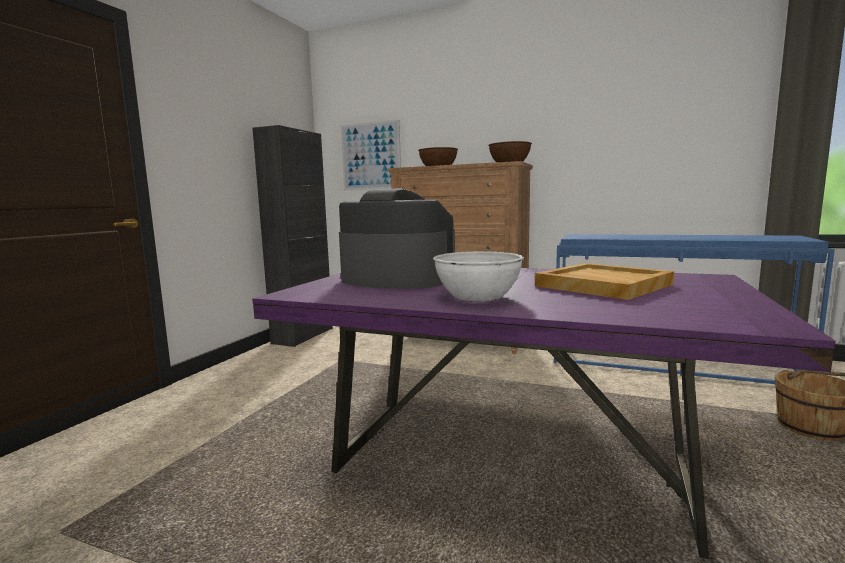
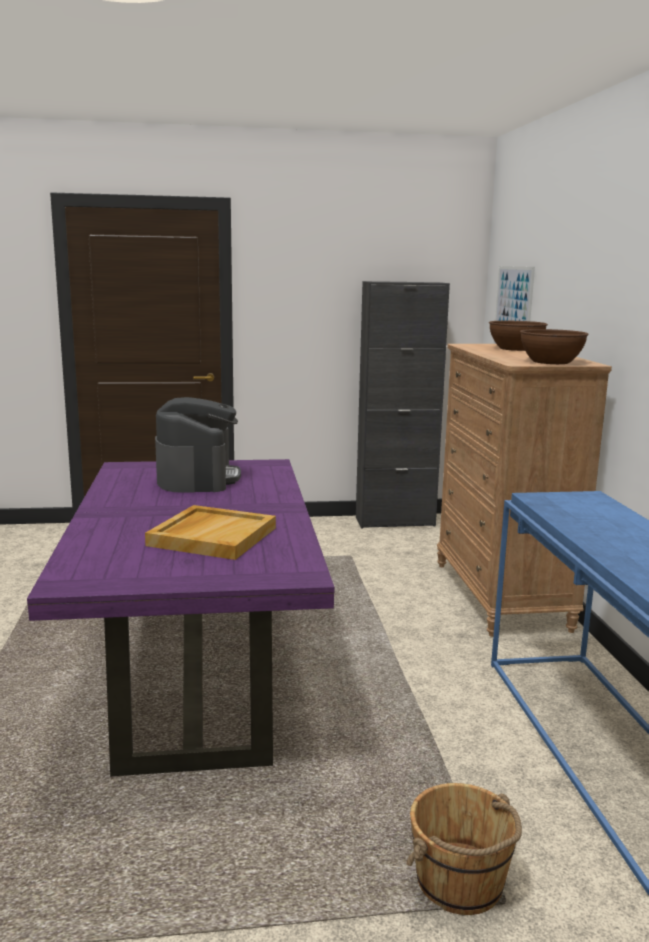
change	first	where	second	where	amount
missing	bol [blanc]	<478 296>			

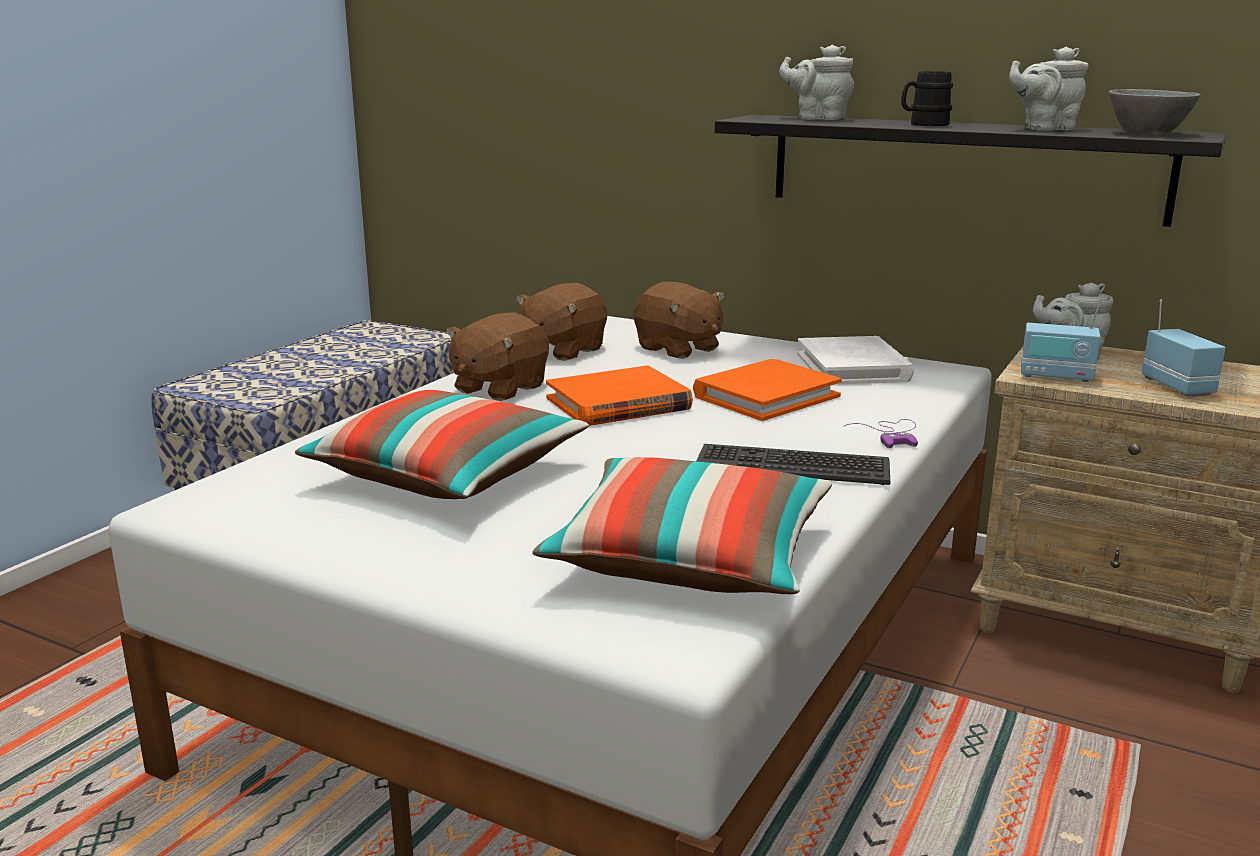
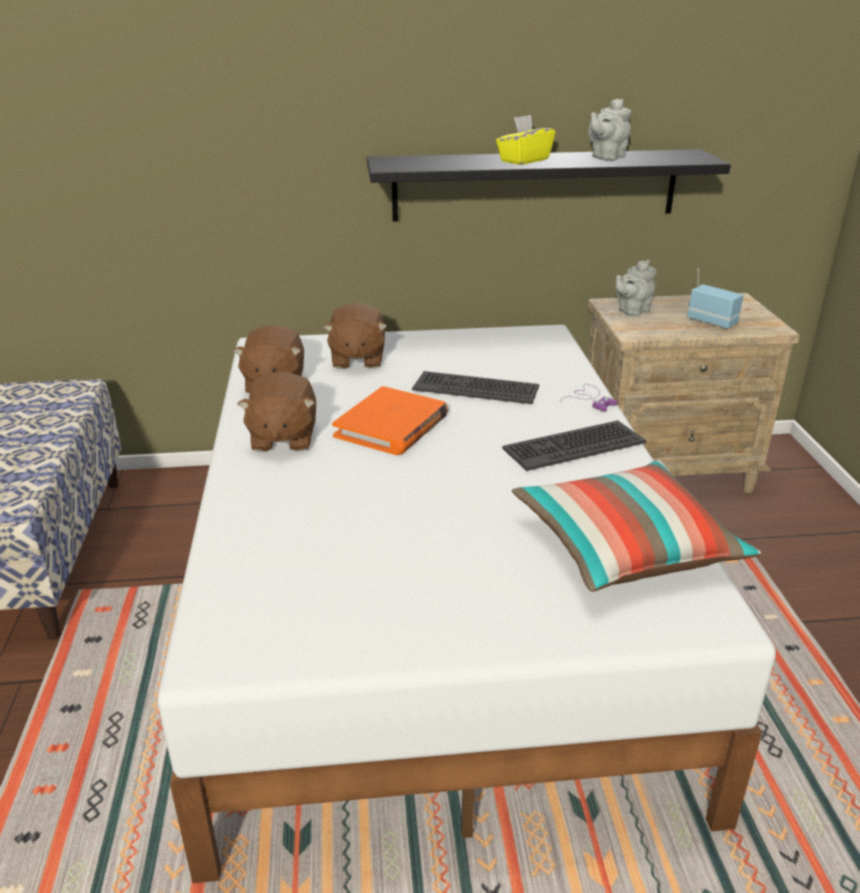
change	first	where	second	where	amount
missing	coussin	<447 476>			
missing	théière [gris]	<817 118>			
missing	livre [blanc]	<853 367>			
missing	radio	<1056 376>			
missing	bol [gris]	<1147 133>			
exchanged	livre [orange]	<766 396>	clavier	<476 388>	
exchanged	mug [noir]	<924 124>	boîte à mouchoirs [jaune]	<524 160>	
spun	peluche [marron]	<678 349>		<357 359>	75 degrees clockwise

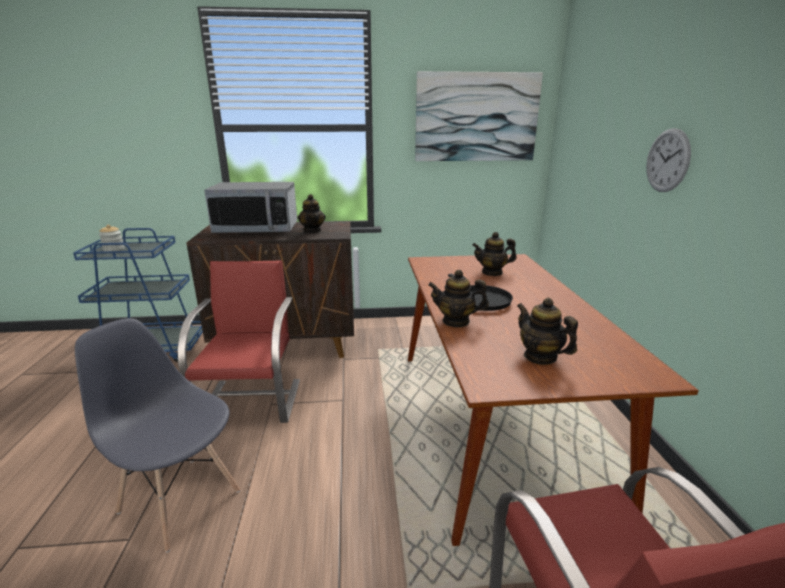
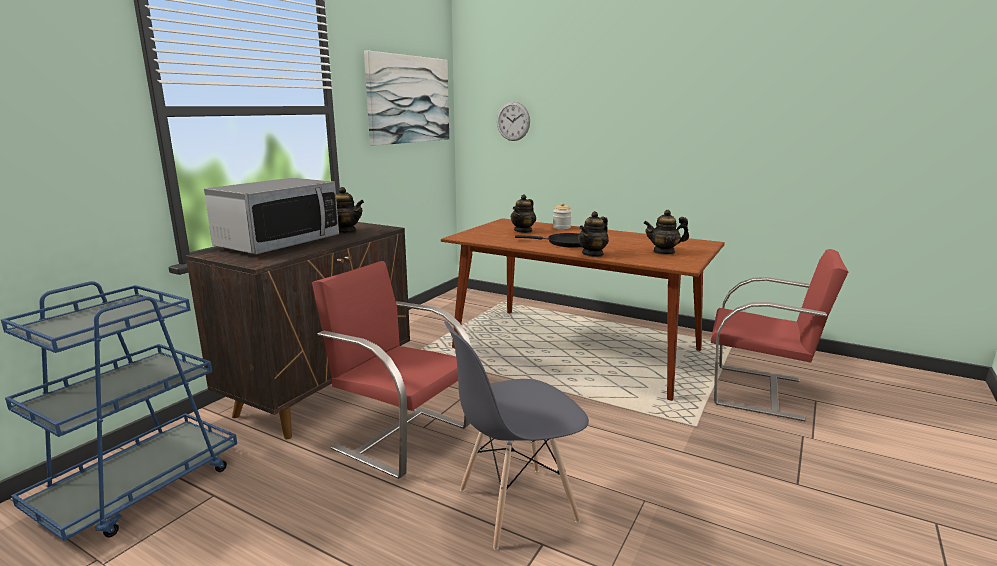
change	first	where	second	where	amount
relocated	bocal	<114 250>		<561 227>	
relocated	horloge murale	<667 160>		<513 121>	

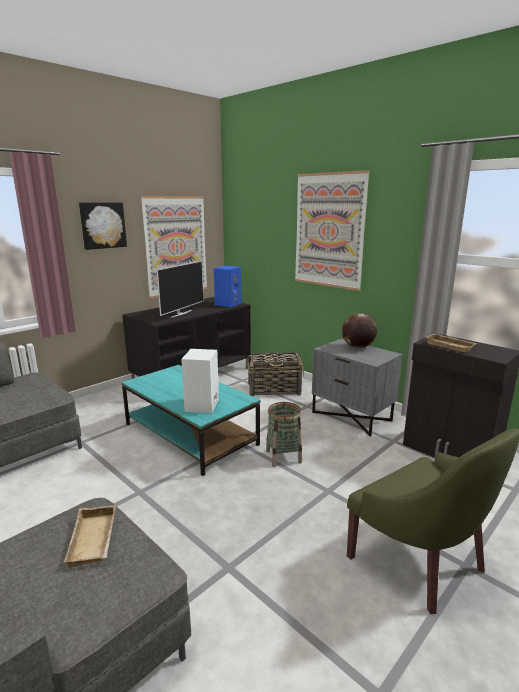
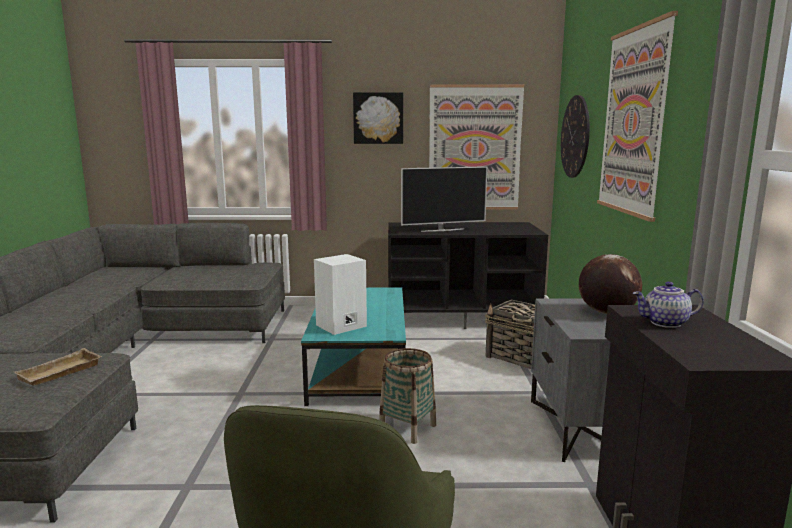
change	first	where	second	where	amount
missing	enceinte [bleu]	<228 304>			
appeared			horloge murale	<575 137>	
exchanged	plateau [beige]	<450 345>	théière	<665 323>	

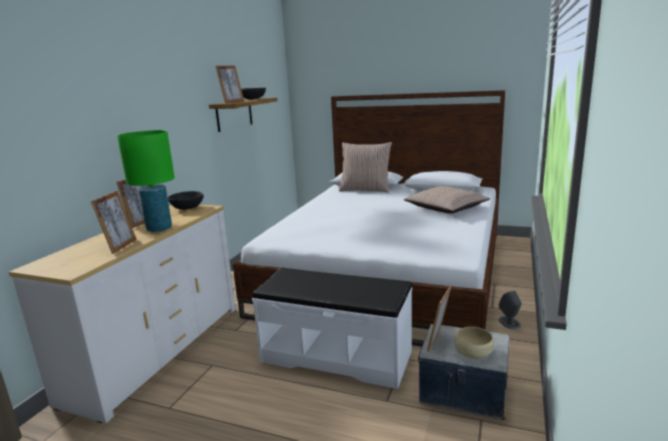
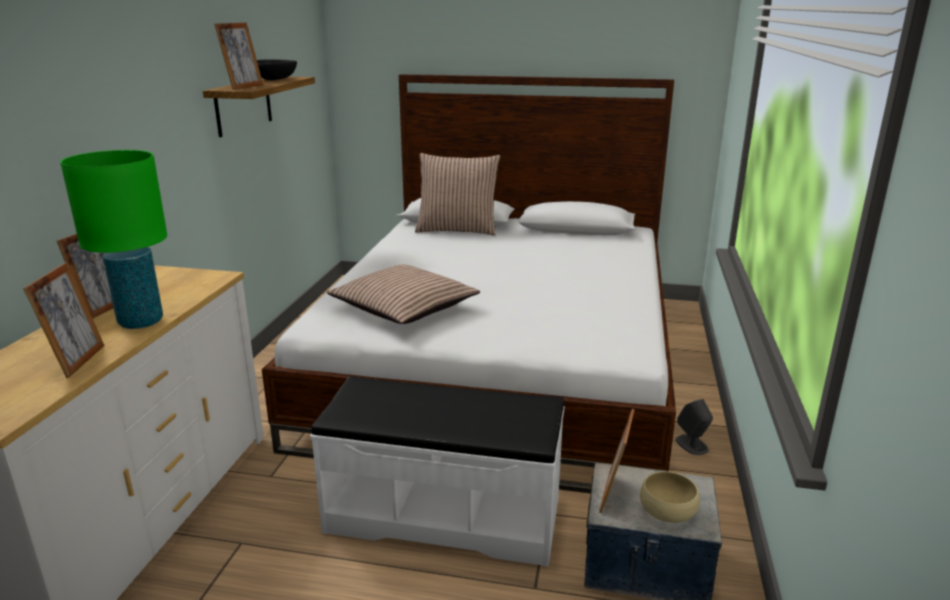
change	first	where	second	where	amount
missing	bol [noir]	<187 208>			
relocated	coussin	<446 208>		<404 308>	

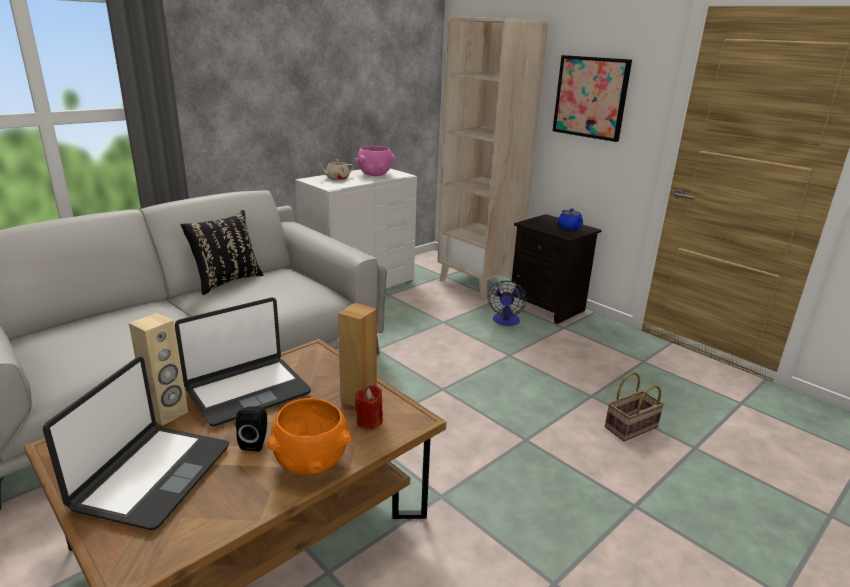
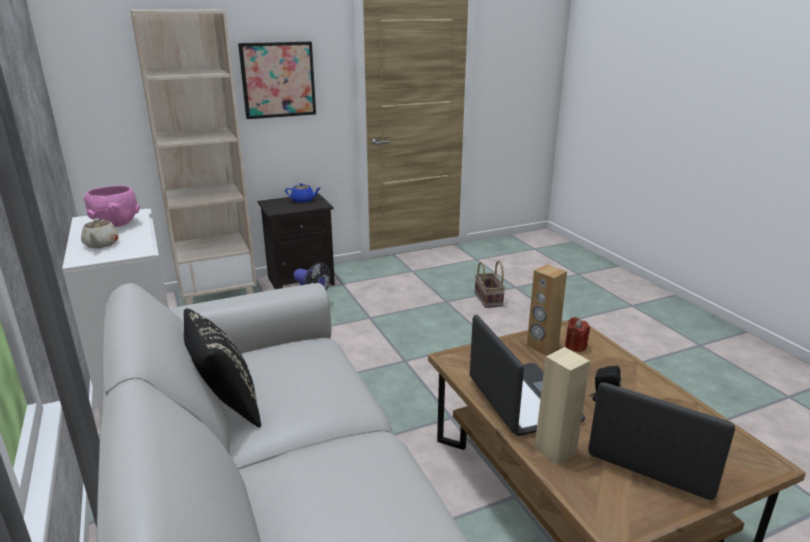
change	first	where	second	where	amount
missing	bol [orange]	<310 463>			

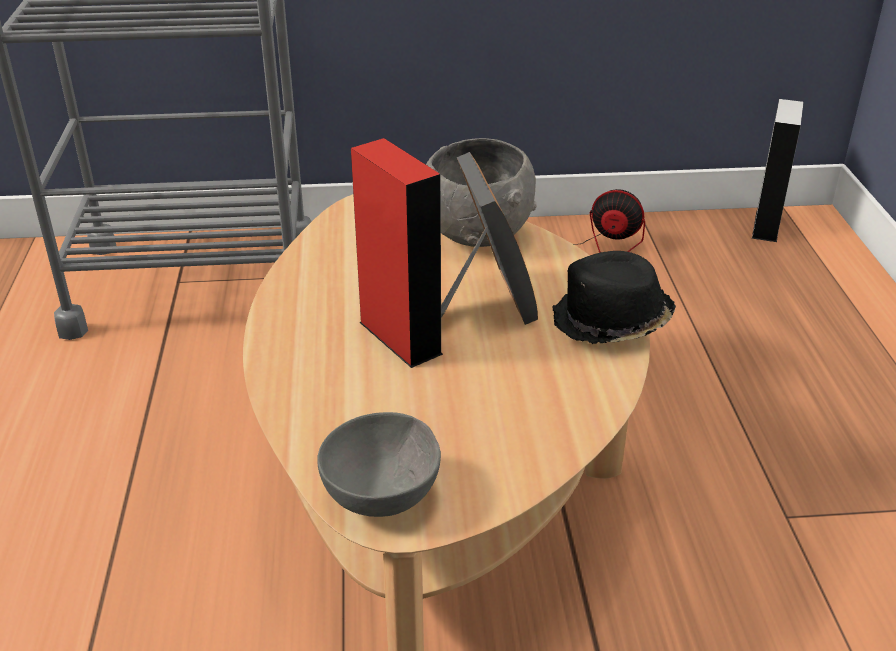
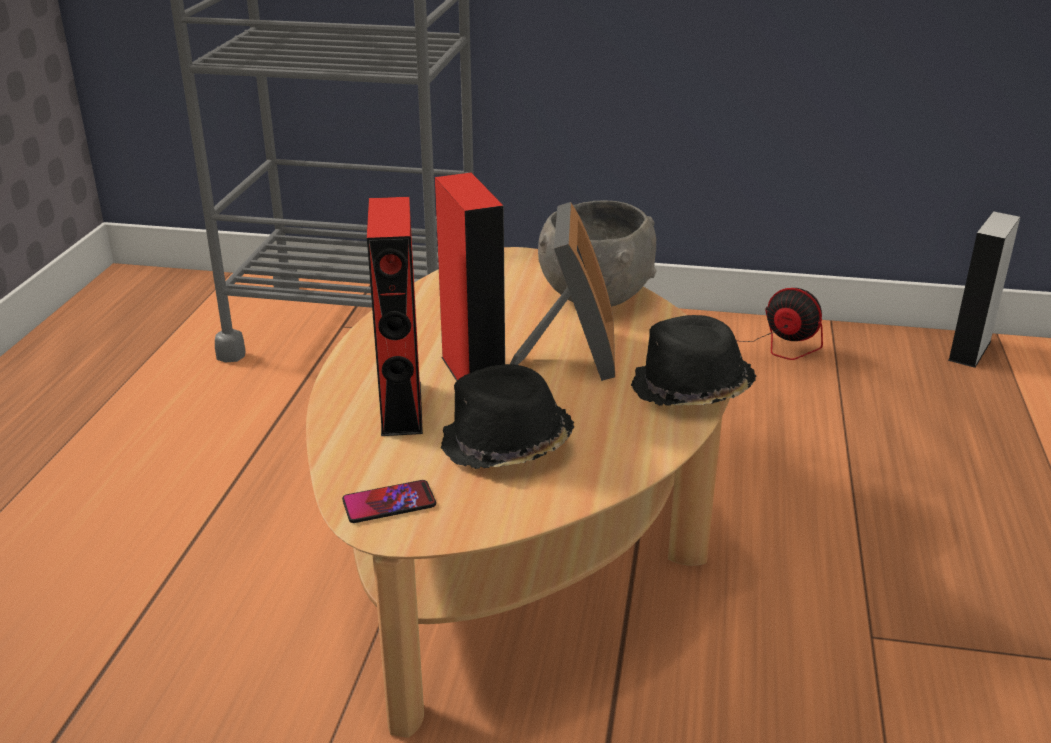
change	first	where	second	where	amount
appeared			enceinte [rouge]	<401 407>	
appeared			chapeau [noir]	<505 445>	
exchanged	bol [gris]	<384 493>	téléphone	<389 503>	

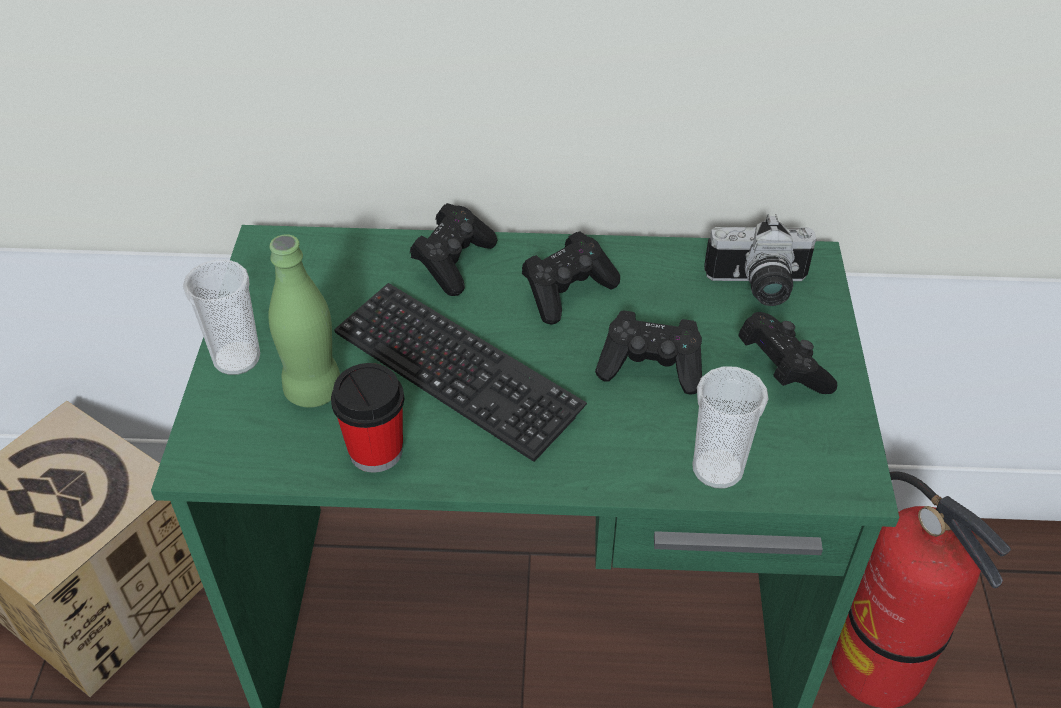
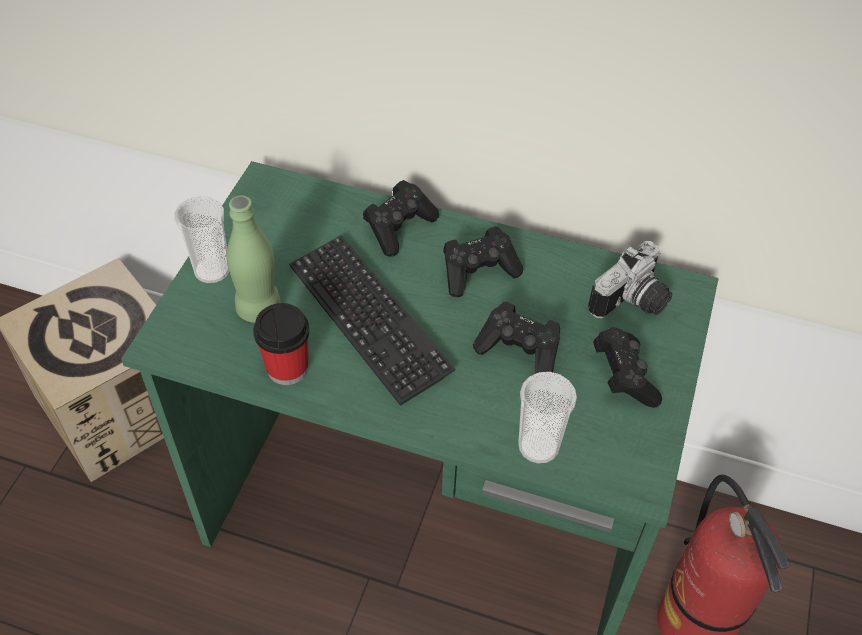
change	first	where	second	where	amount
spun	appareil photo	<758 287>		<633 303>	60 degrees counterclockwise

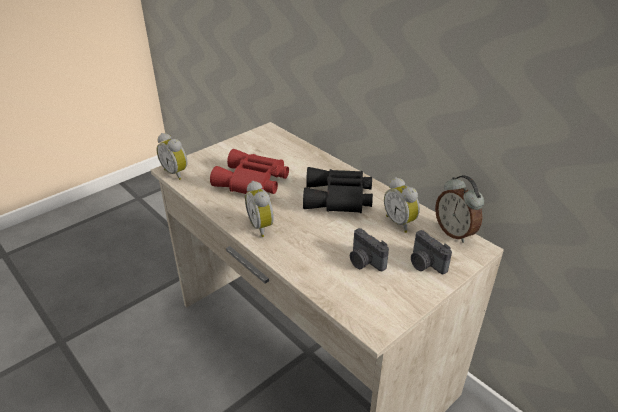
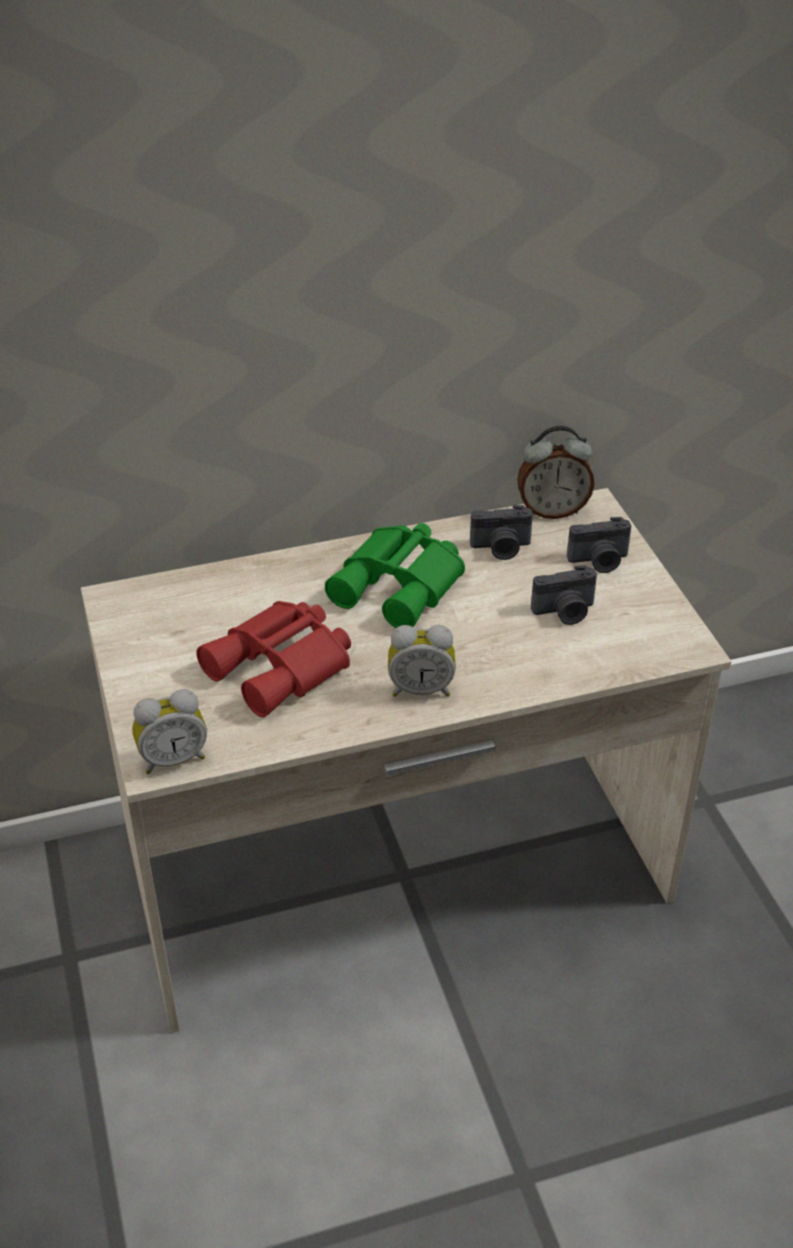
change	first	where	second	where	amount
exchanged	réveil	<400 222>	appareil photo	<501 548>	
colour	jumelles [noir]	<339 198>	jumelles [vert]	<401 585>	

